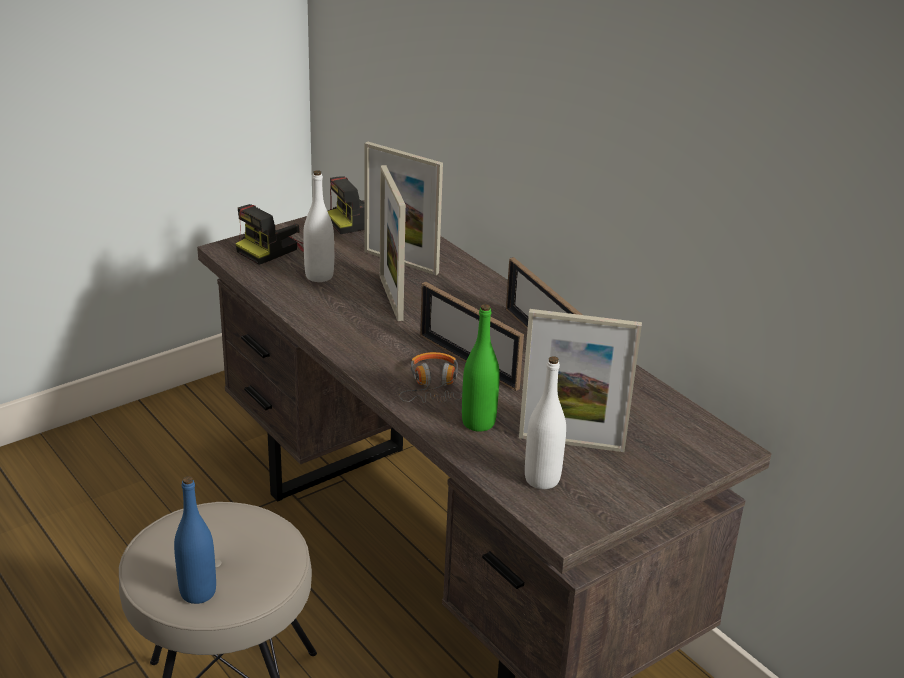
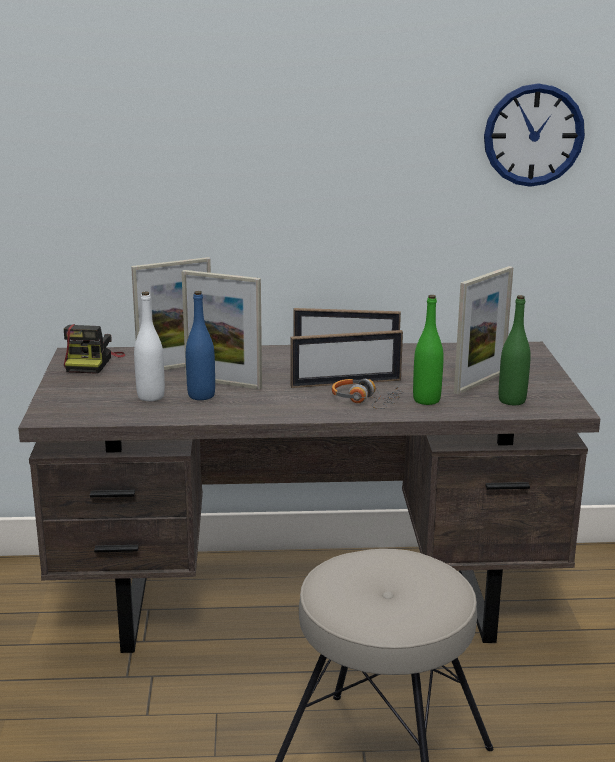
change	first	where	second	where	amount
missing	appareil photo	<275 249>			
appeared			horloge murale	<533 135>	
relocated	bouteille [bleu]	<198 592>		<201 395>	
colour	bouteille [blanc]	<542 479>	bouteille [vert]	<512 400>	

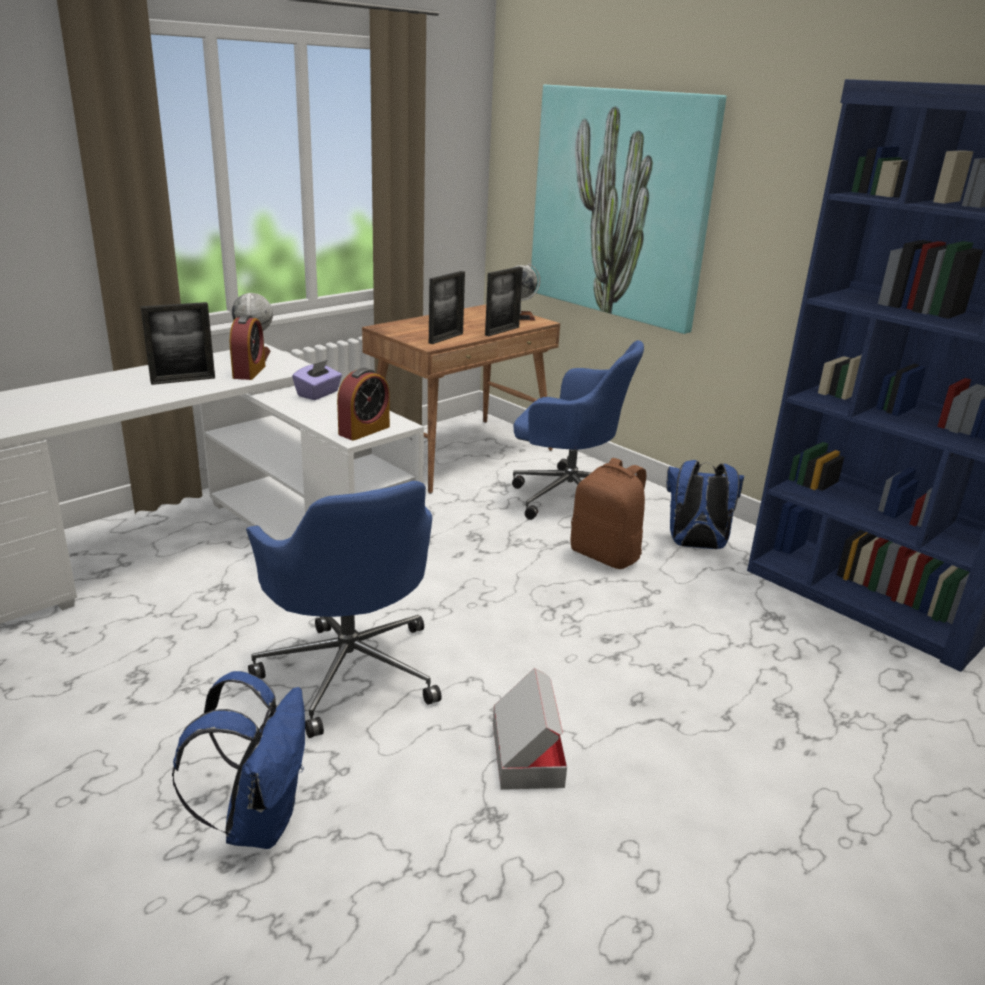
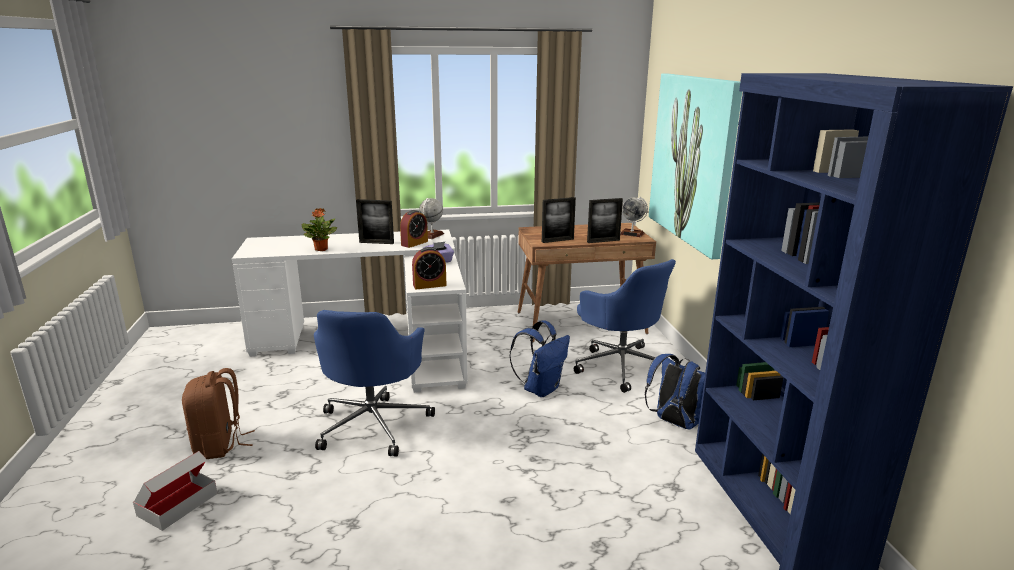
change	first	where	second	where	amount
appeared			plante en pot	<321 249>	
relocated	sac à dos [bleu]	<259 820>		<541 389>	
relocated	carton	<527 754>		<178 504>	
relocated	sac à dos [marron]	<606 555>		<220 445>	

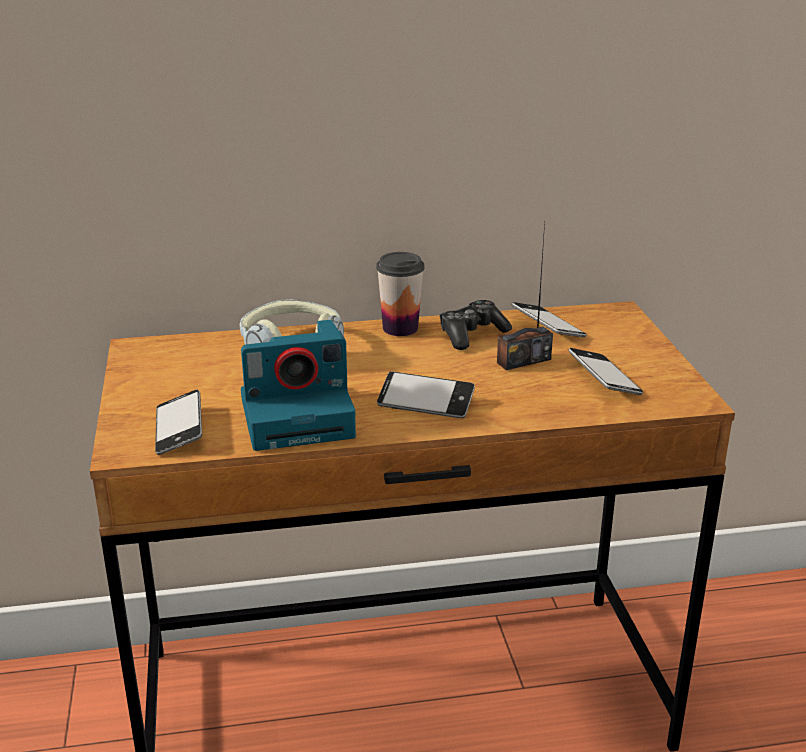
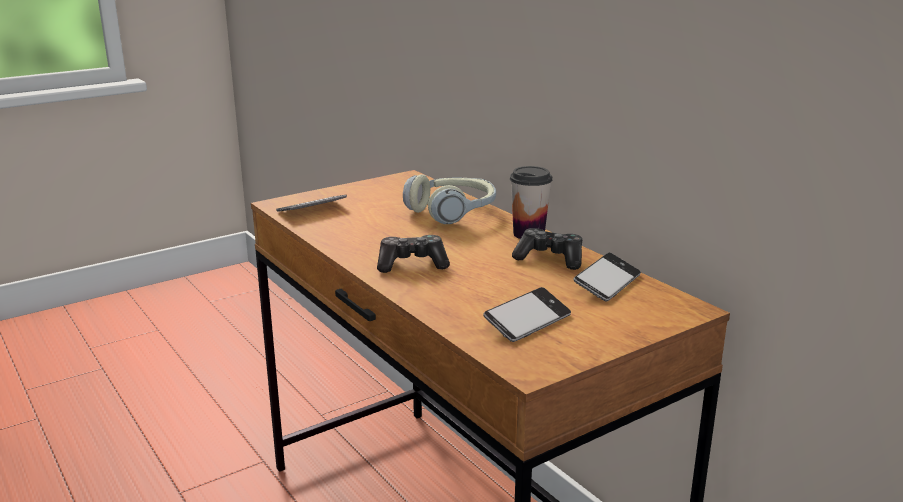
change	first	where	second	where	amount
missing	appareil photo	<299 416>			
missing	radio	<523 361>			
exchanged	téléphone	<425 402>	manette	<412 264>	

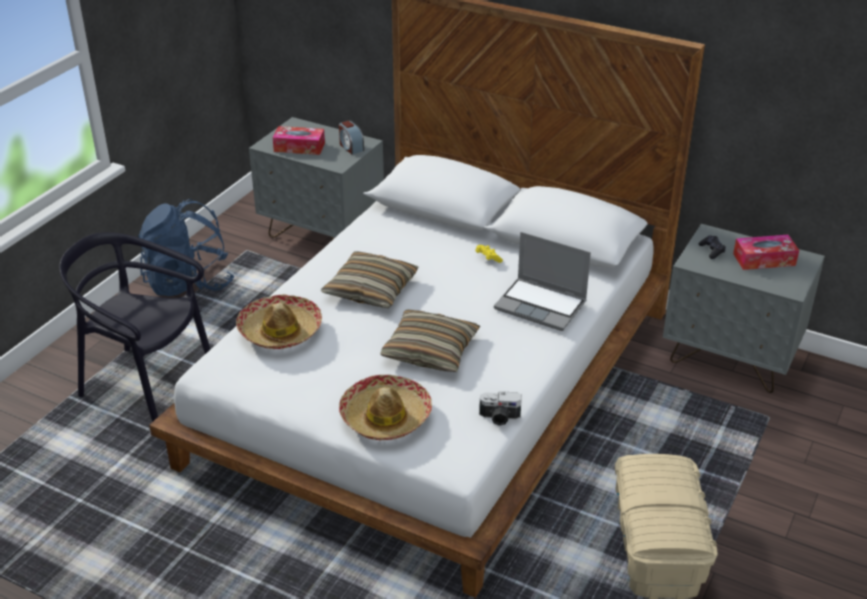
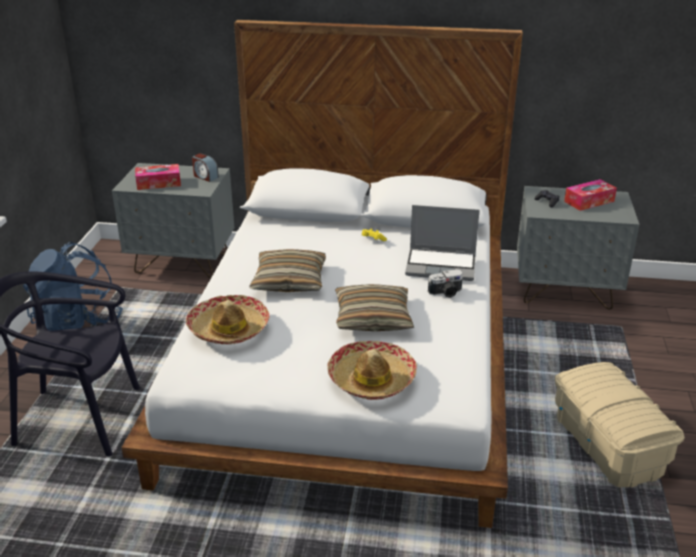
change	first	where	second	where	amount
relocated	appareil photo	<499 418>		<446 293>	

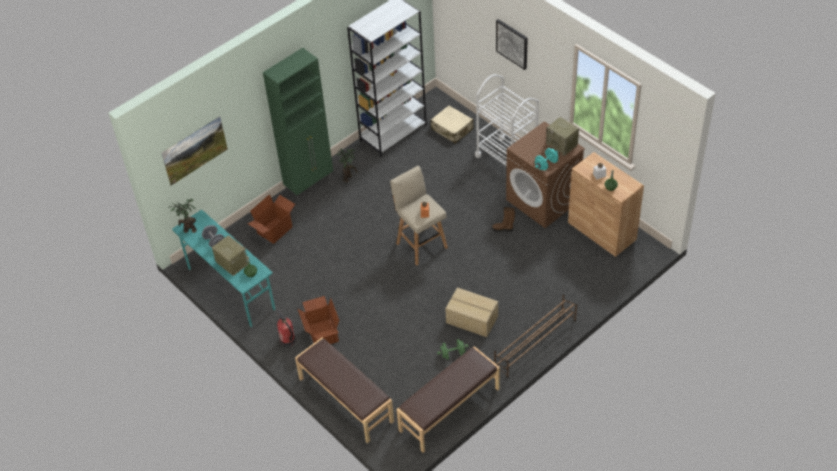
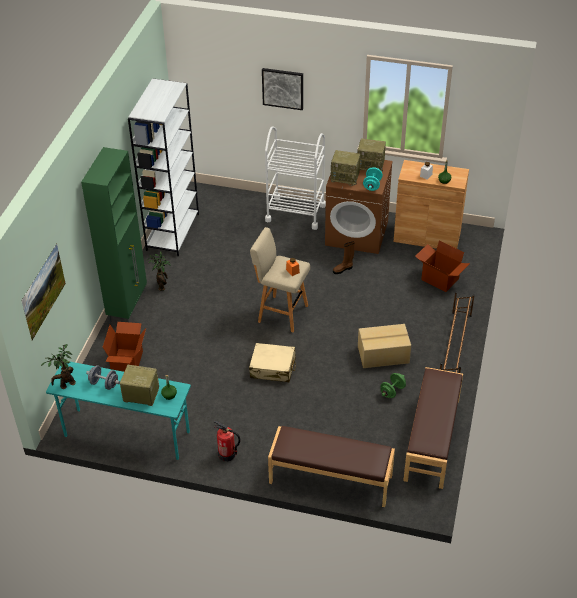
change	first	where	second	where	amount
appeared			radio	<345 177>	
relocated	carton	<322 334>		<439 279>	
relocated	valise [beige]	<452 129>		<273 368>	

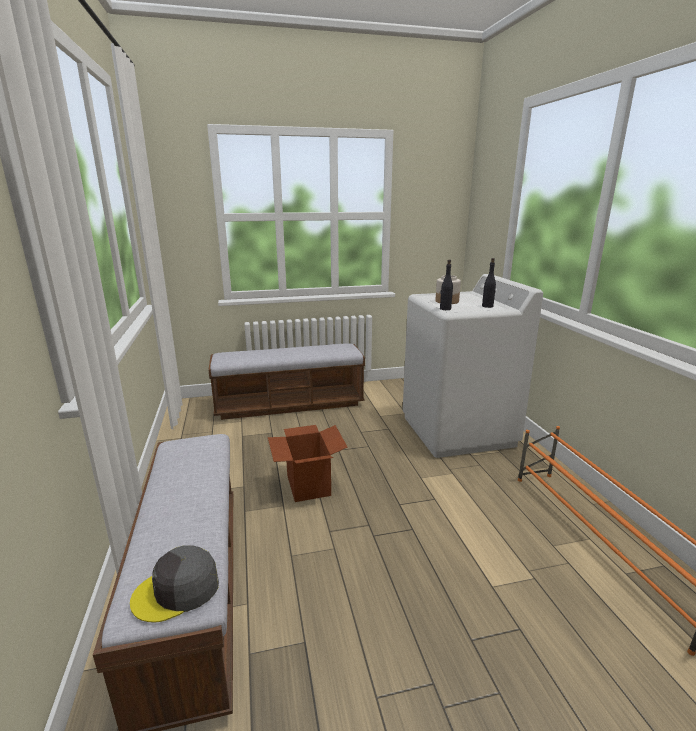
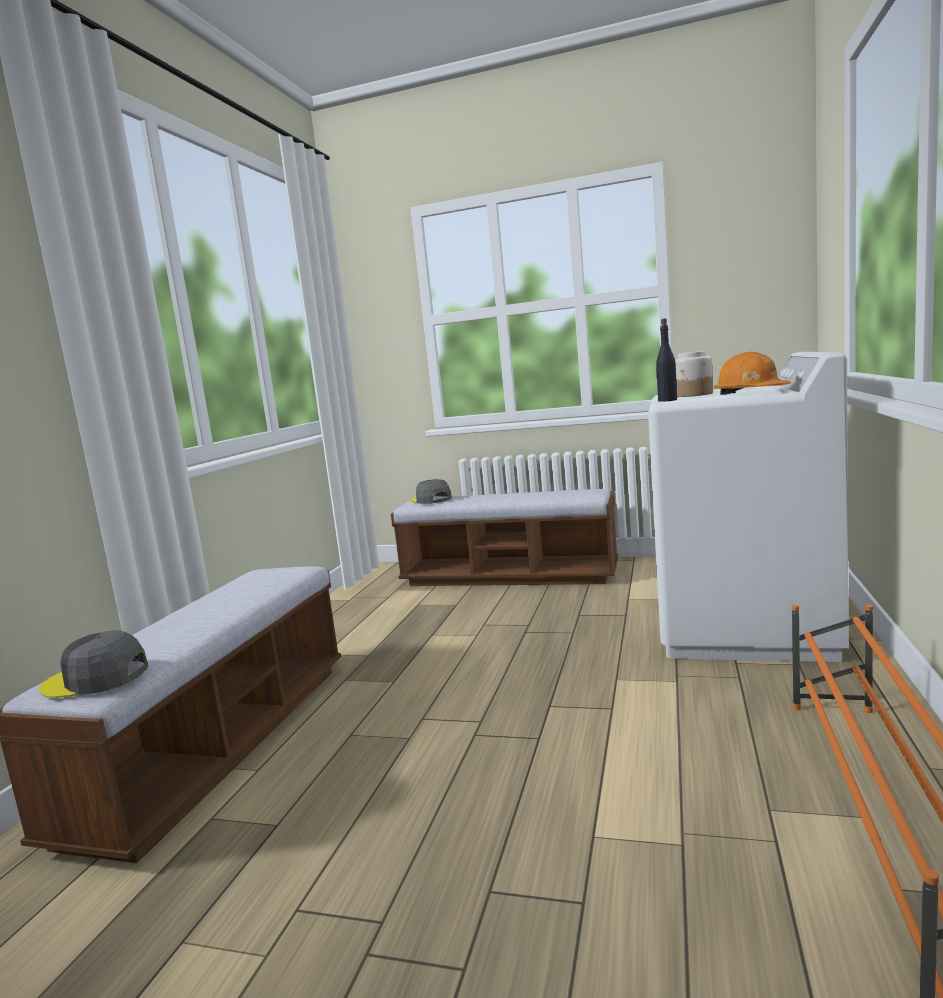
change	first	where	second	where	amount
missing	carton	<308 485>			
appeared			casquette [gris]	<431 499>	
exchanged	bouteille [noir]	<487 306>	casque de chantier [orange]	<750 393>	

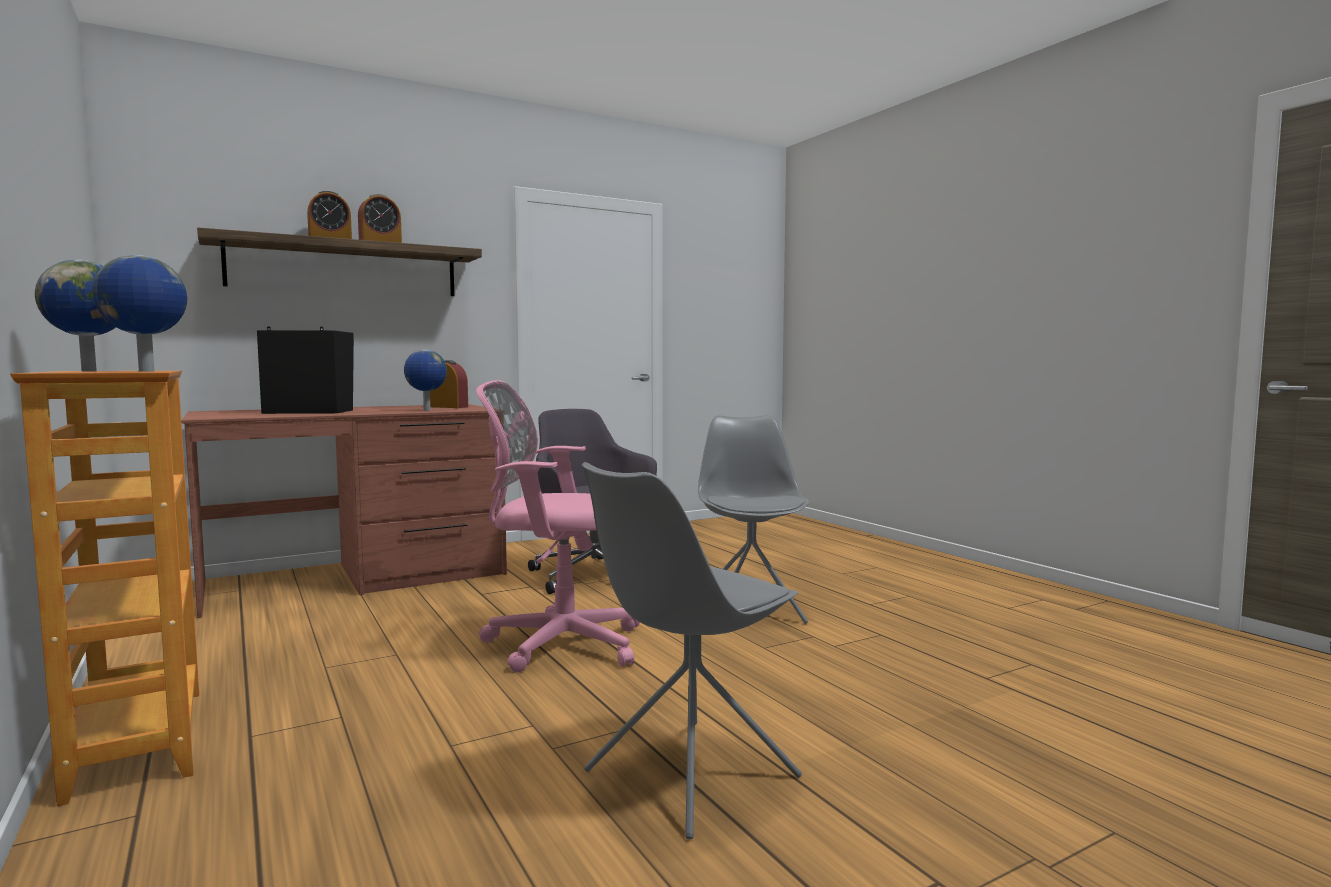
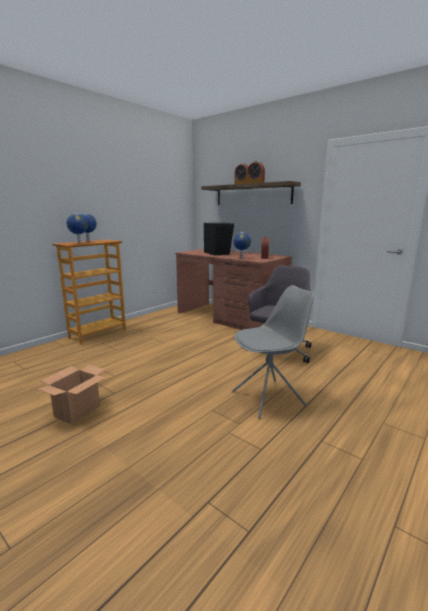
change	first	where	second	where	amount
missing	chaise de bureau [rose]	<557 643>			
exchanged	chaise [gris]	<688 775>	carton	<77 411>	

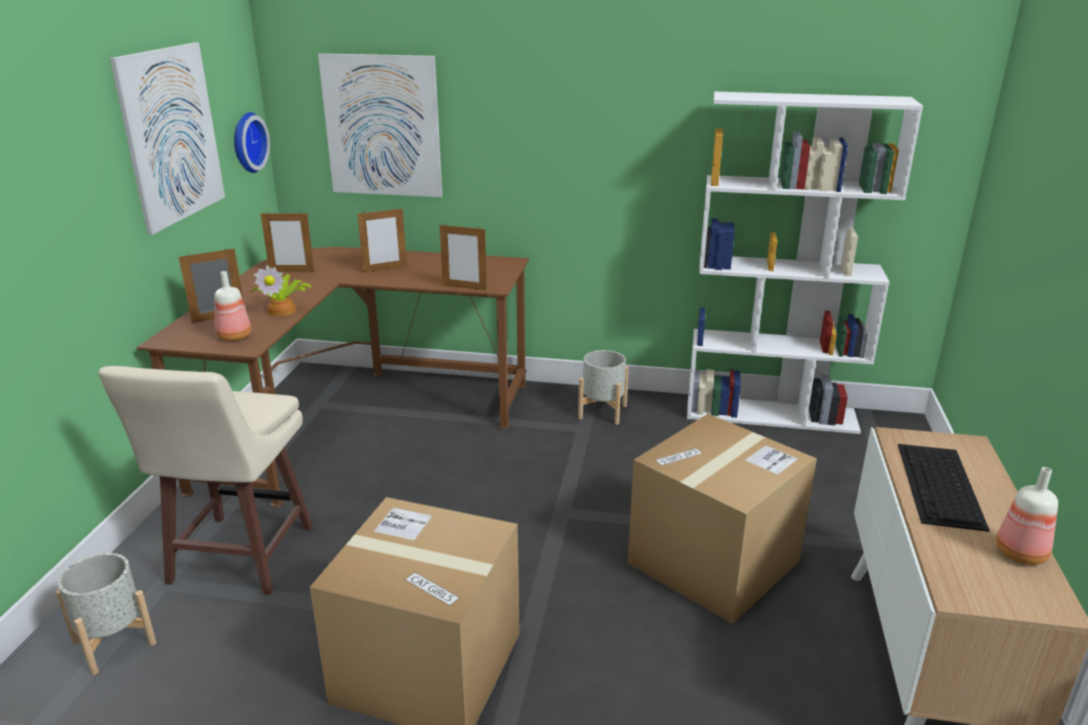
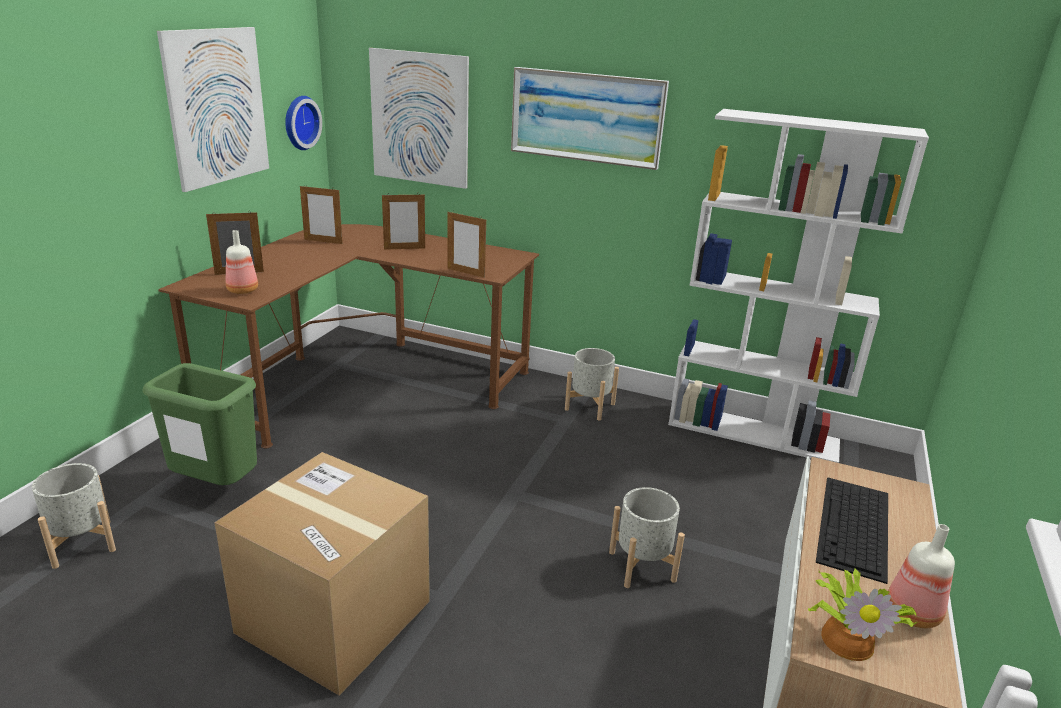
change	first	where	second	where	amount
appeared			tableau	<586 117>	
relocated	plante en pot	<283 309>		<849 638>	
exchanged	tabouret [beige]	<239 557>	poubelle [vert]	<215 487>	
exchanged	carton	<713 562>	cache-pot [gris]	<642 566>	

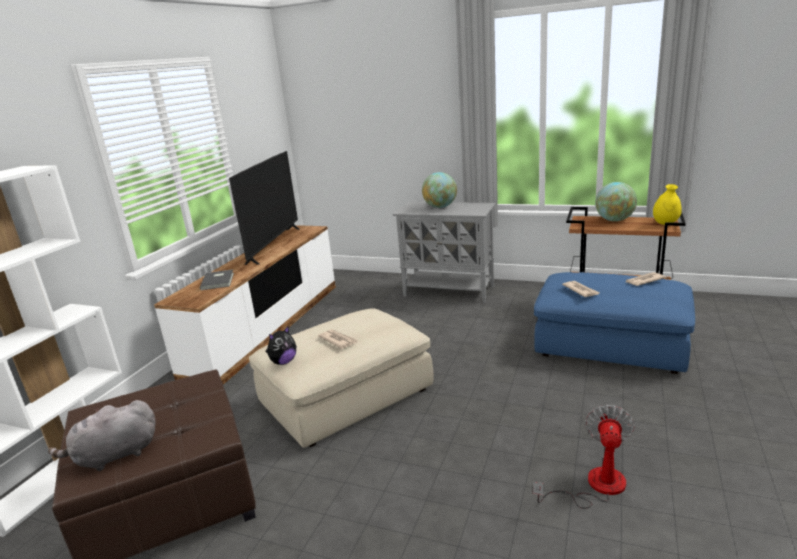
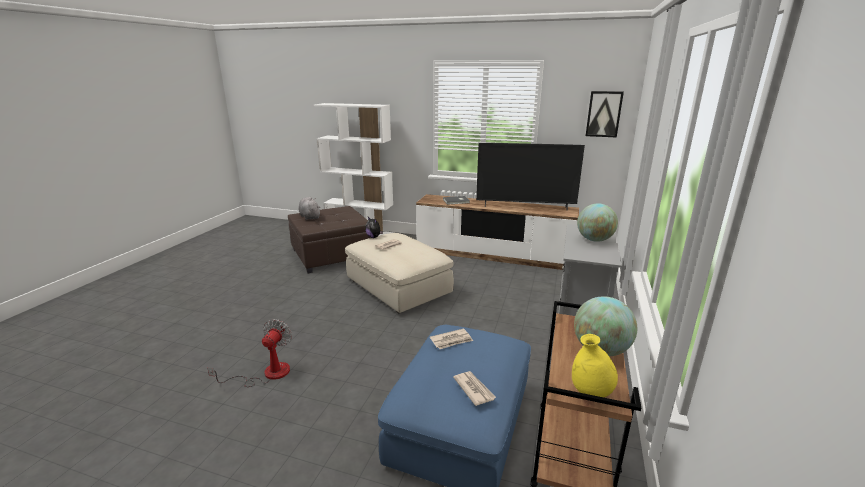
change	first	where	second	where	amount
appeared			tableau	<603 114>	
spun	ventilateur	<595 486>		<267 374>	90 degrees counterclockwise

